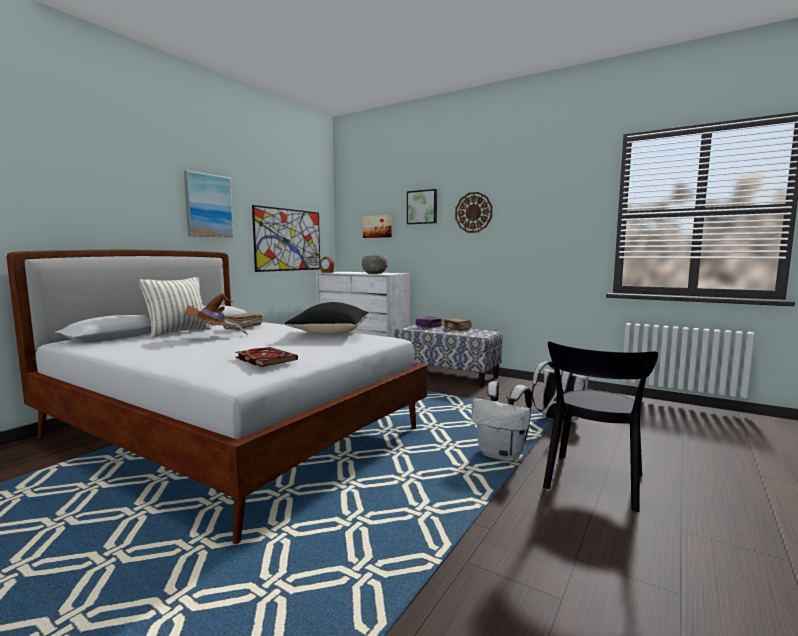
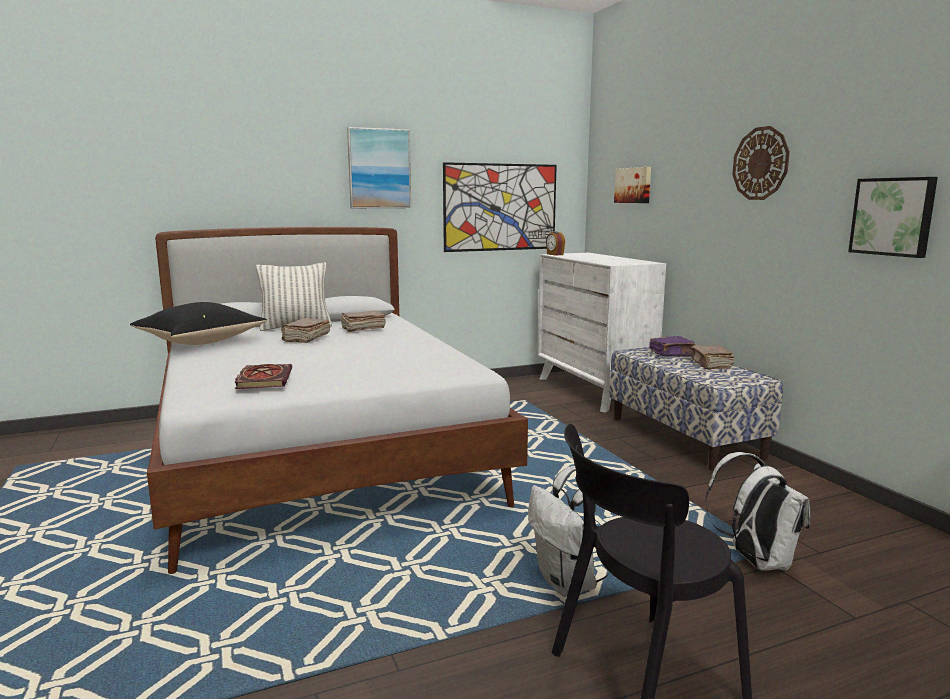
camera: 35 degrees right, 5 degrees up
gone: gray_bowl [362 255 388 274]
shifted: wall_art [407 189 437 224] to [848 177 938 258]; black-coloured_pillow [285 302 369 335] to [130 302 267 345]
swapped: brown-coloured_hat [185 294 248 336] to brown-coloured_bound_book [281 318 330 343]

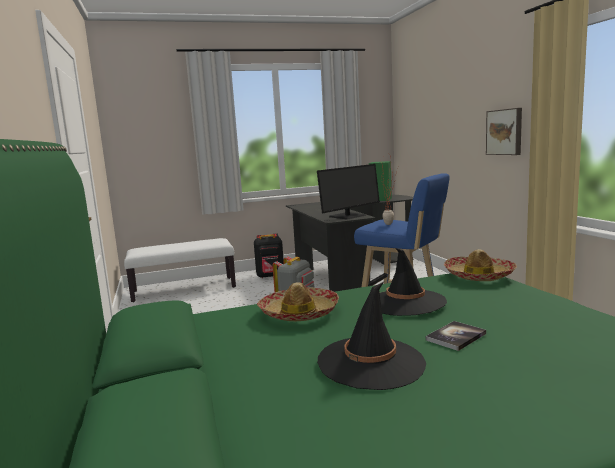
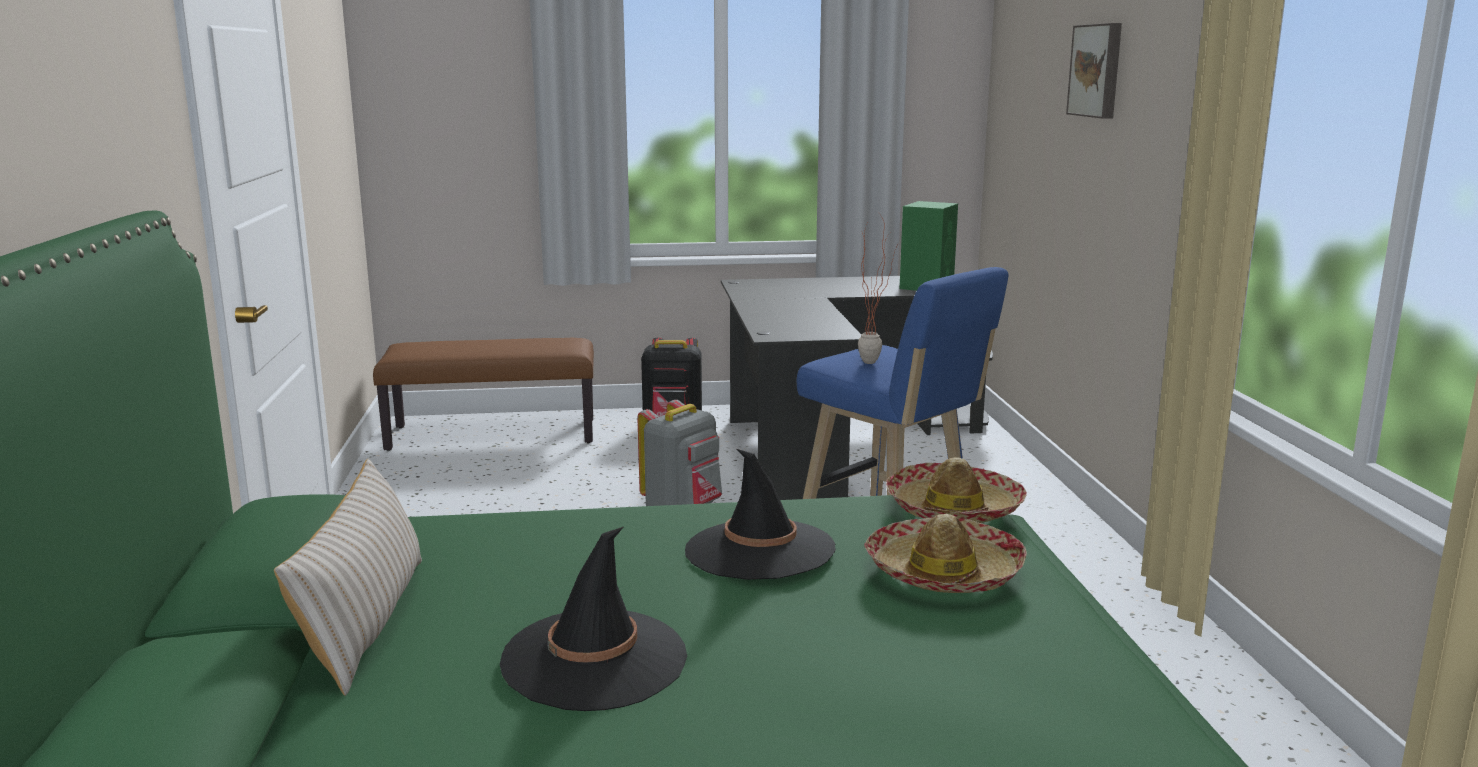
camera: 10 degrees right, 5 degrees up
gone: computer_display [317 164 380 220]; bound_book [426 321 486 351]
new: beige-coloured_pillow [274 459 422 696]
shifted: wall_art [486 108 522 155] to [1066 23 1122 119]; hat [257 282 339 321] to [864 514 1027 593]
repainted: white-coloured_long_seat [124 238 236 302] to brown-coloured_long_seat [373 338 594 451]

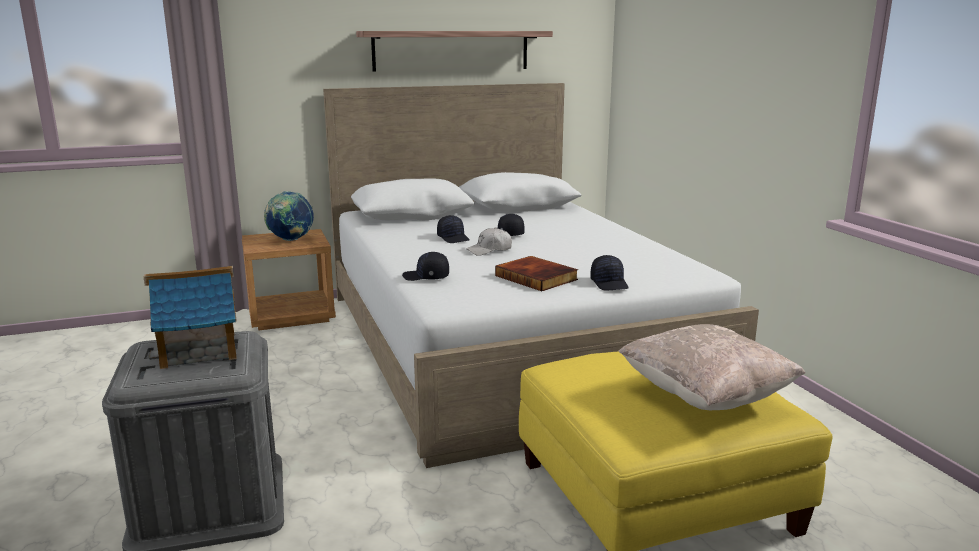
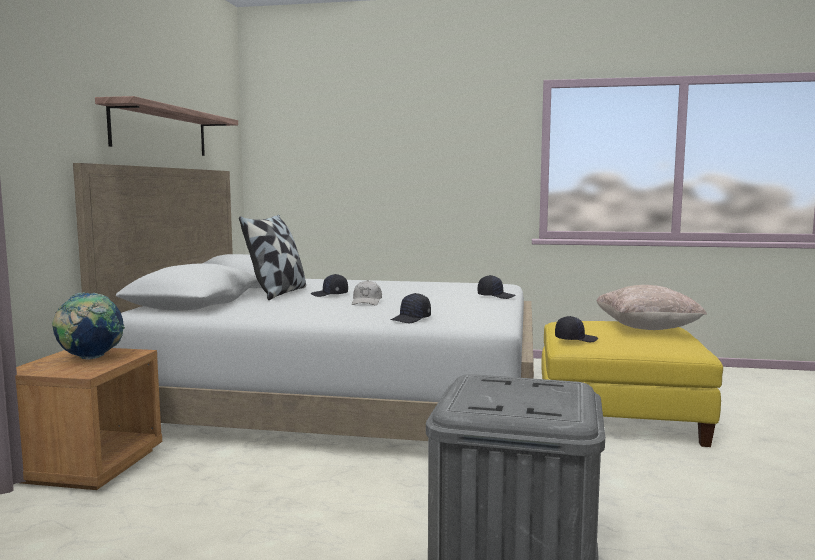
camera: 60 degrees left, 10 degrees down
gone: bound_book [495 256 578 291]; miniature_house [144 266 237 369]
new: pillow [239 214 306 300]
shifted: black-coloured_baseball_cap [437 215 470 243] to [555 316 598 342]

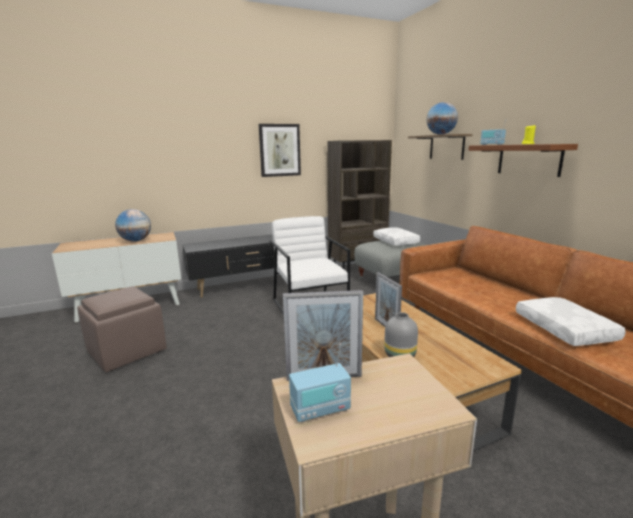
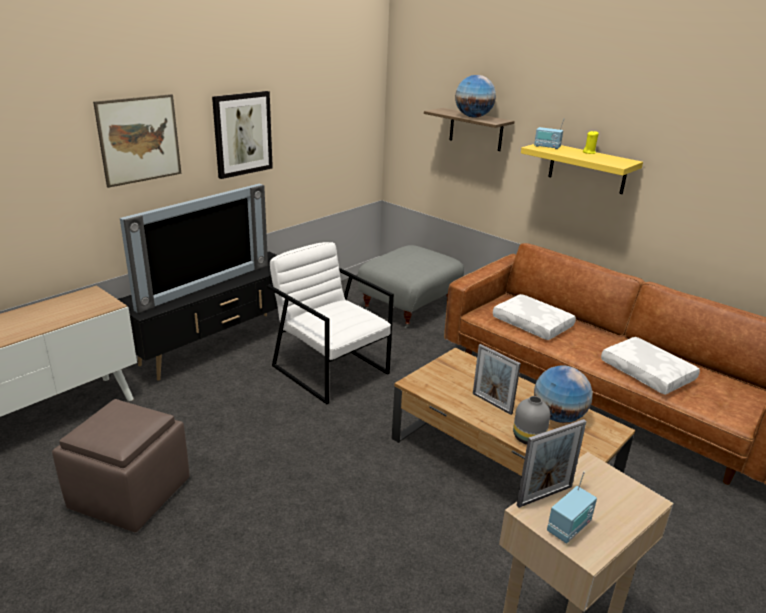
camera: 25 degrees left, 10 degrees up
gone: brown-coloured_bookshelf [327 140 392 270]
new: wall_art [93 94 181 188]; TV [120 184 268 313]
shifted: globe [115 209 151 242] to [534 365 593 423]; white-coloured_pillow [373 227 420 246] to [493 294 576 340]
repainted: brown-coloured_wall_shelf [468 144 578 177] to yellow_wall_shelf [521 144 643 194]

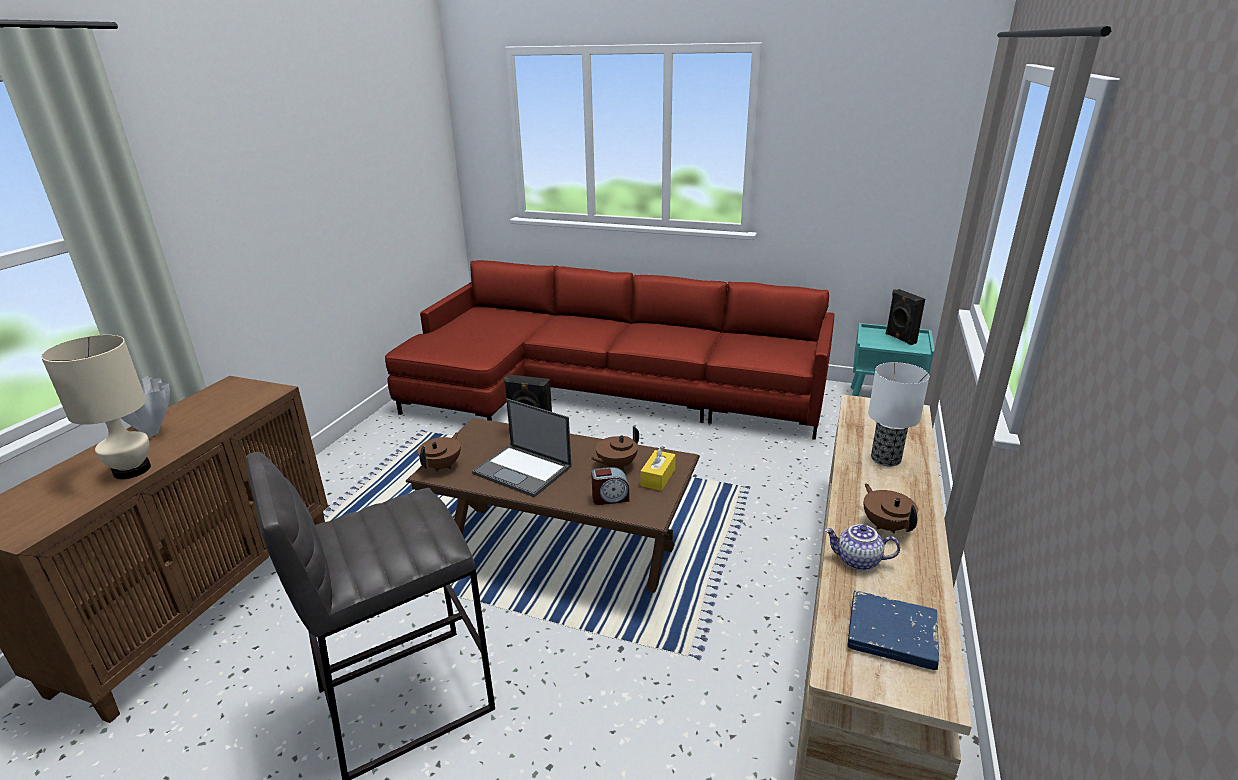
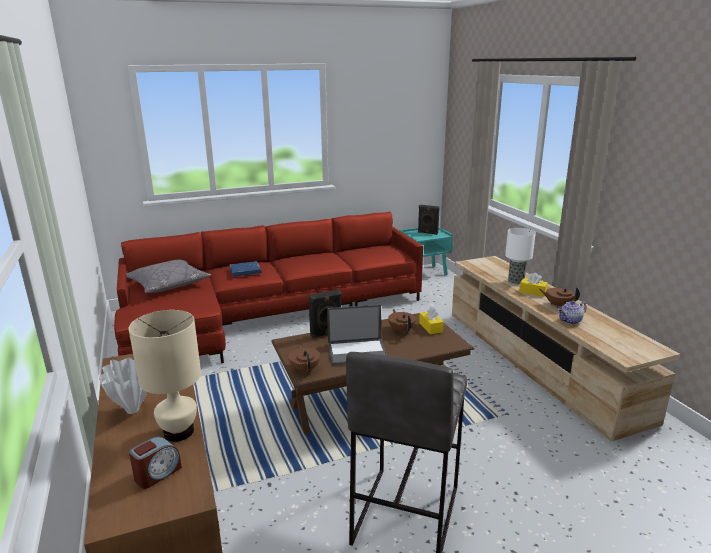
camera: 40 degrees left, 5 degrees down
new: gray_pillow [126 259 211 293]; yellow_tissue_holder [519 273 548 297]
shifted: table_clock [591 467 629 505] to [129 436 182 489]; bluish_bound_book [848 590 939 670] to [229 261 262 277]
rotated: brown-coloured_pot_for_tea [590 427 639 470] = [388 309 416 334] 150 degrees clockwise

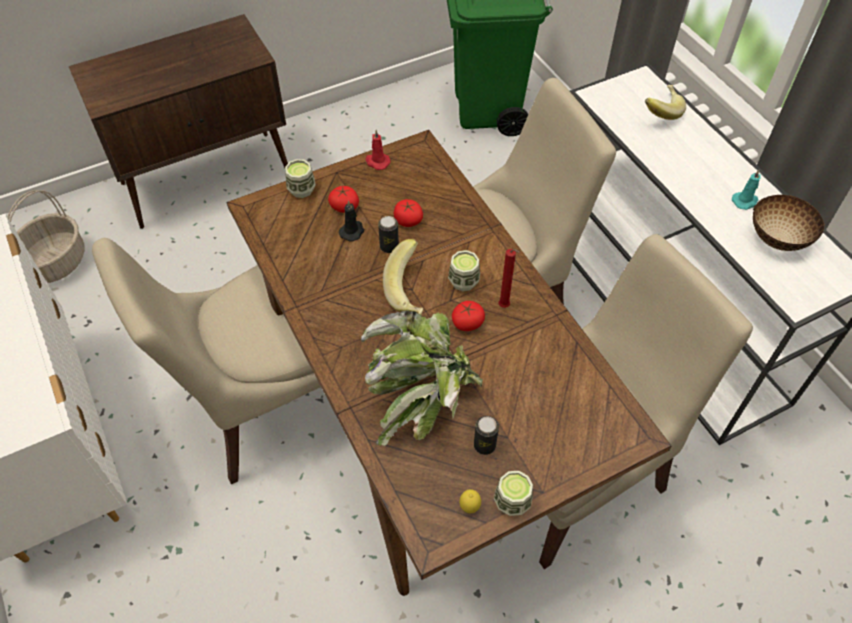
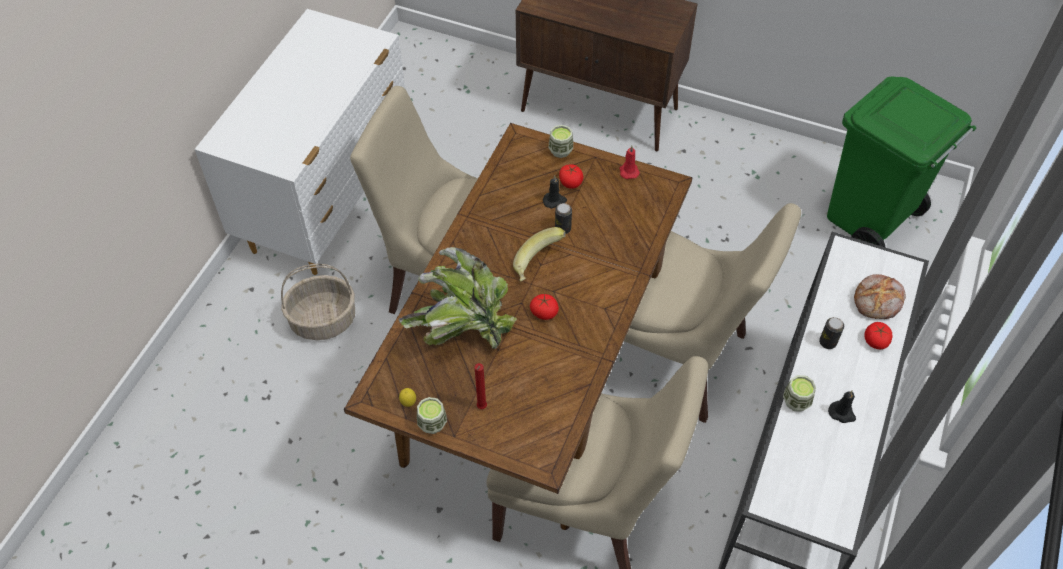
camera: 50 degrees right, 0 degrees up
gone: bowl [753 195 824 251]
shifted: basket [8 190 85 283] to [281 264 355 340]; whole_tomato [394 199 423 227] to [864 322 892 349]; red_wax_light [498 249 519 308] to [475 363 487 409]; drinking_cup [448 250 480 291] to [783 375 816 412]; can [474 416 499 455] to [819 317 844 349]
swapped: banana [645 85 686 120] to baked_bread [854 274 906 319]
repainted: blue-green_wax_light [732 170 761 210] to black-coloured_wax_light [828 390 856 423]

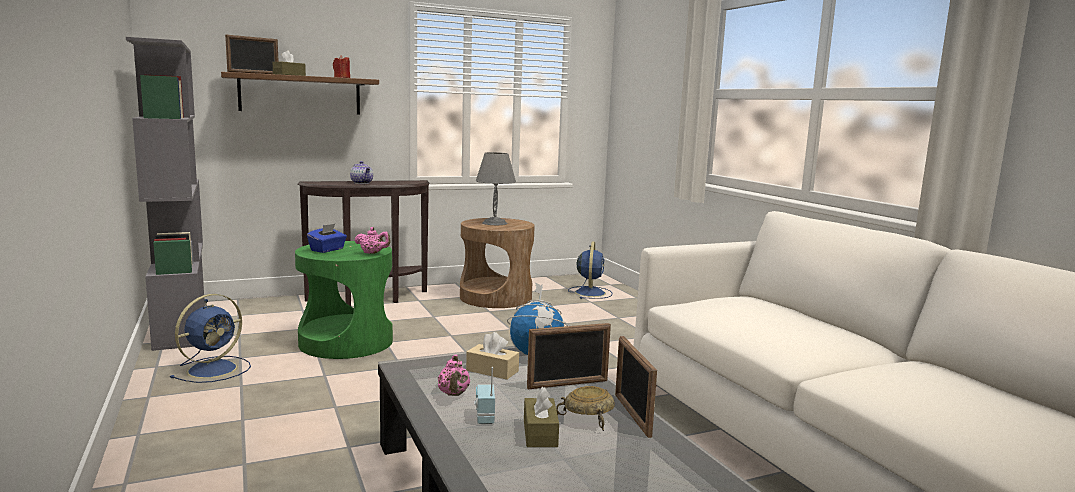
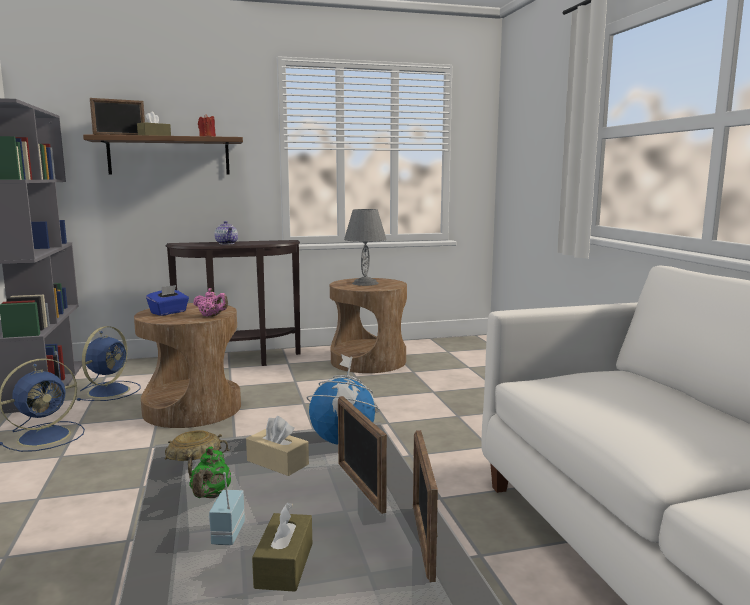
camera: 10 degrees right, 0 degrees up
shifted: bluish_electric_fan [568 242 612 299] to [76 326 140 401]; beige-coloured_bowl [556 386 615 431] to [165 430 230 478]
repainted: greenish_end_table [295 241 393 359] to brown-coloured_end_table [134 303 241 428]; pinkish_pot_for_tea [438 354 470 396] to greenish_pot_for_tea [189 447 231 498]
rotated: standing_frame [527 323 611 389] = [338 396 387 514] 75 degrees clockwise

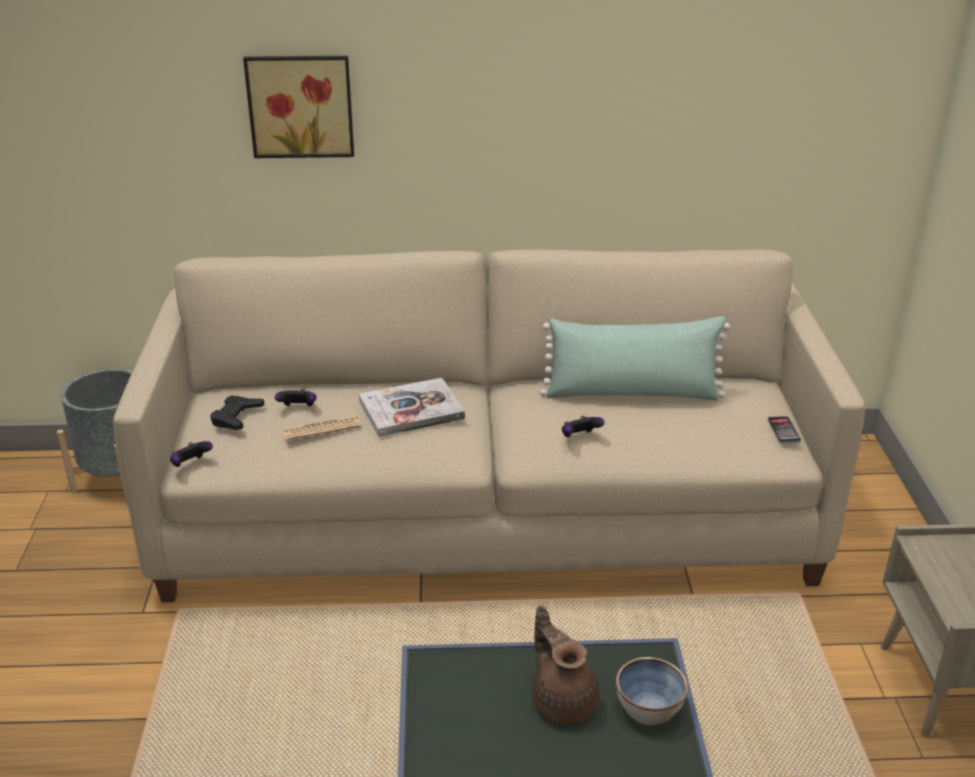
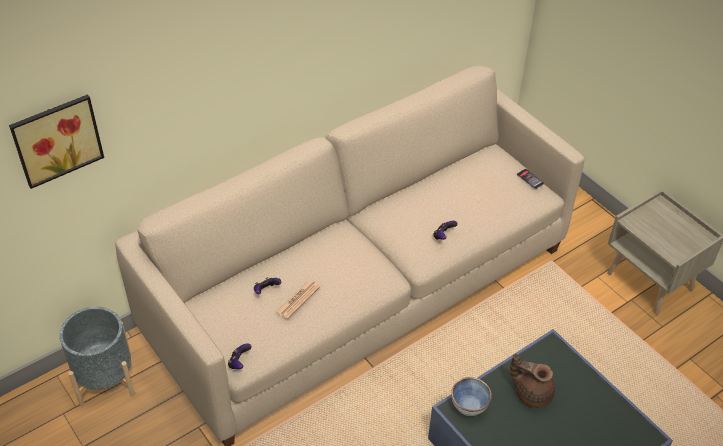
camera: 35 degrees left, 15 degrees up
gone: greenish_pillow [540 316 731 401]; bound_book [359 378 465 437]; black-coloured_game_controller [210 395 264 430]
shifted: wall_art [243 56 354 158] to [9 94 104 189]; bowl [616 657 688 725] to [451 377 492 416]

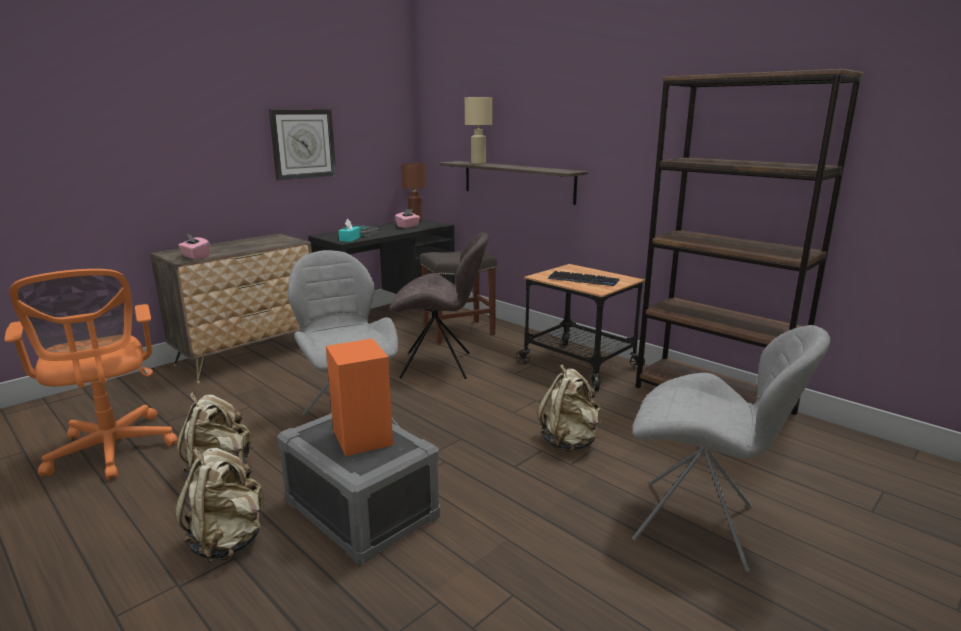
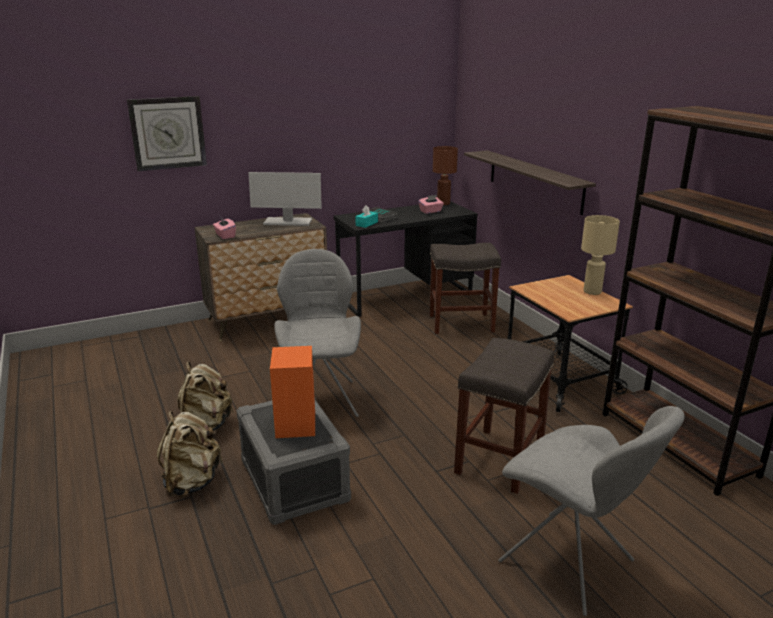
camera: 20 degrees right, 5 degrees up
gone: gray_chair [391 232 489 379]; orange-coloured_computer_chair [5 269 178 480]; keyboard [548 271 619 286]
new: computer_display [248 172 322 226]
shifted: beige-coloured_lamp_for_a_table [465 97 492 164] to [581 215 620 295]; wall_clock [269 109 336 180] to [127 96 207 171]
swapped: beige-coloured_rucksack [537 364 601 452] to gray_sitting_stool [454 338 554 494]

